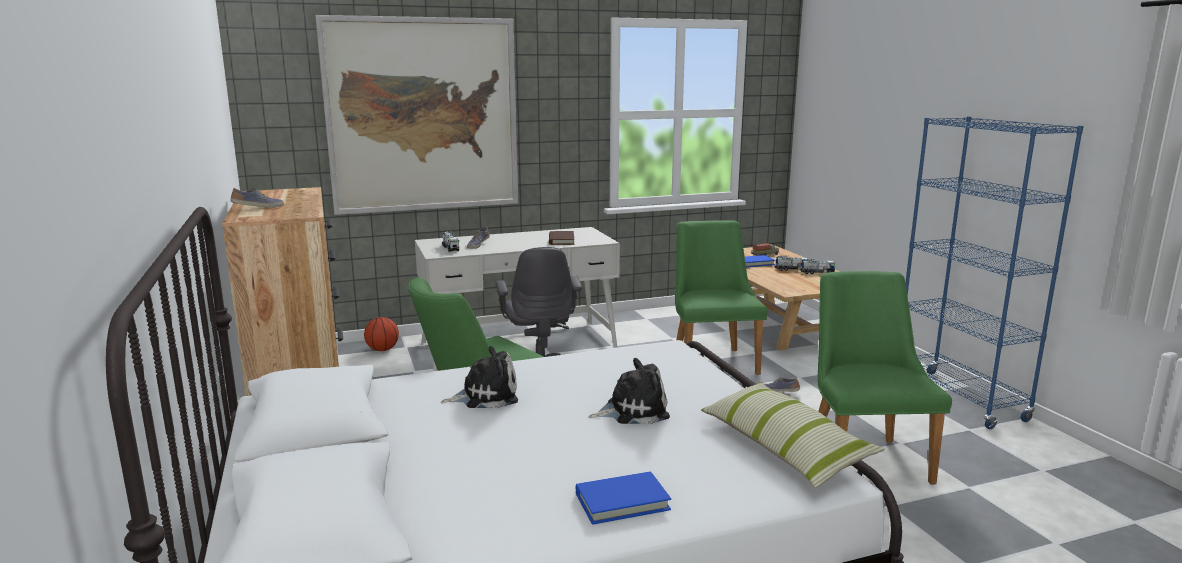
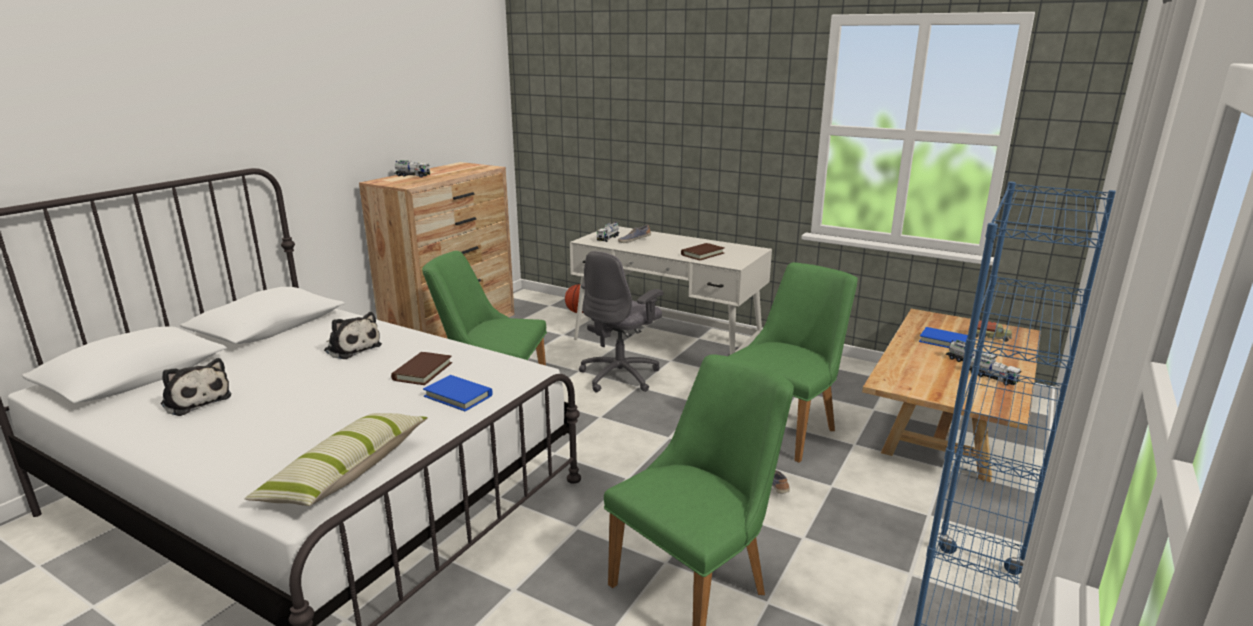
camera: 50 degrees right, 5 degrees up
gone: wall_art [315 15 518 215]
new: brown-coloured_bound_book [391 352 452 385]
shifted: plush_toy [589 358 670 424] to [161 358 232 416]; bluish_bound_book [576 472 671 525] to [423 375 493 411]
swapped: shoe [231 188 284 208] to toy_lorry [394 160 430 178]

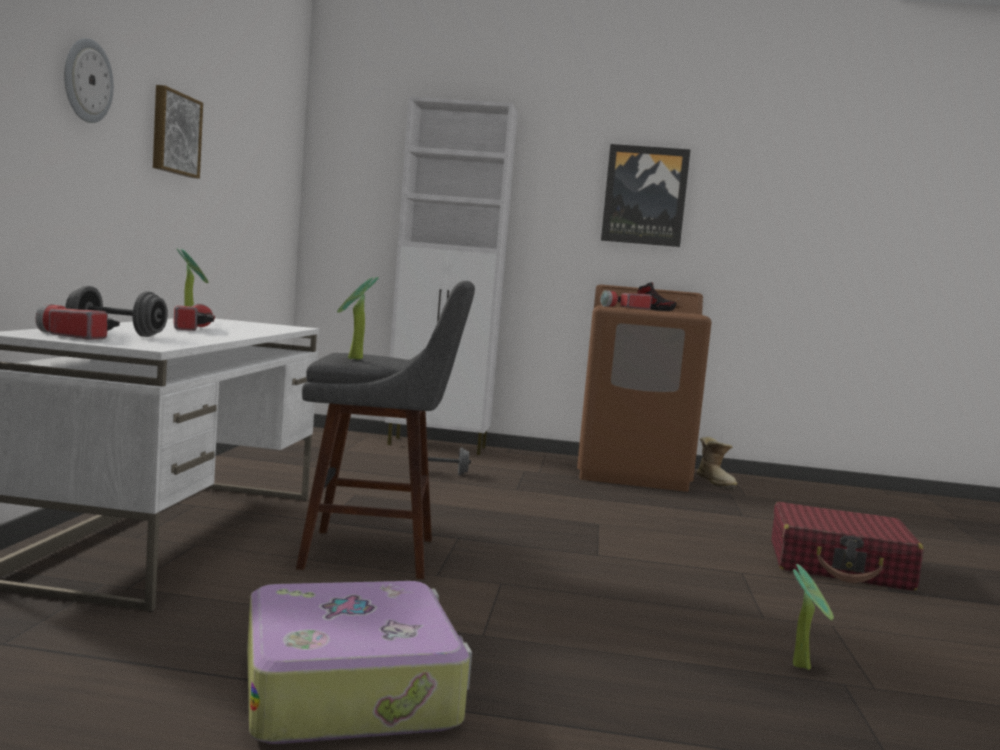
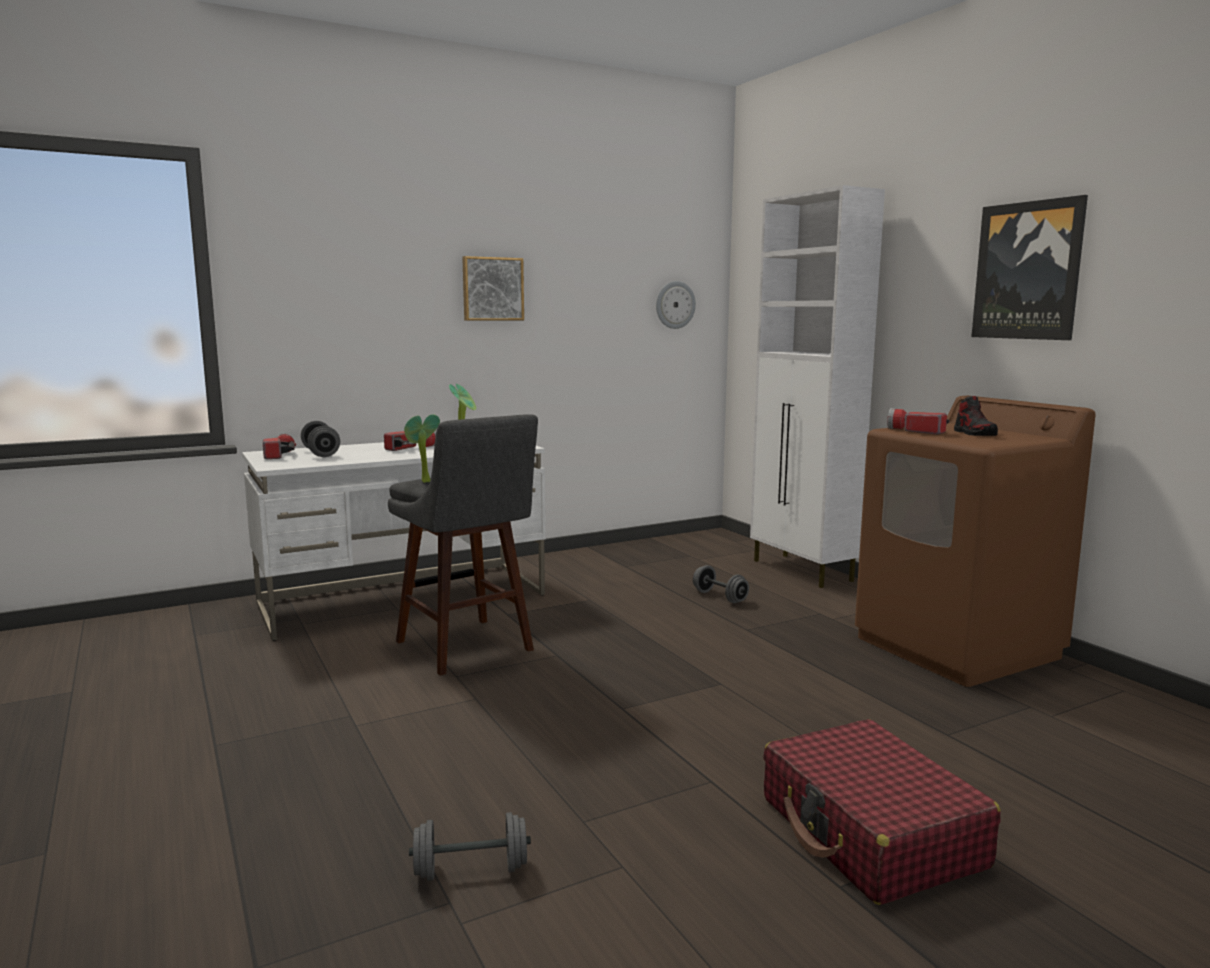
camera: 55 degrees right, 5 degrees up
gone: boot [697 437 738 489]; suitcase [247 581 472 744]
shifted: wall_clock [64 38 114 123] to [656 281 696 329]
swapped: houseplant [793 564 834 670] to gray_free_weight [409 812 531 881]

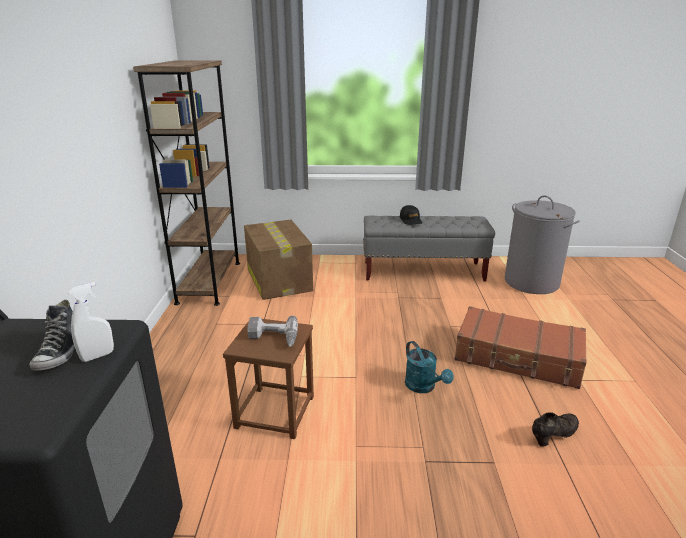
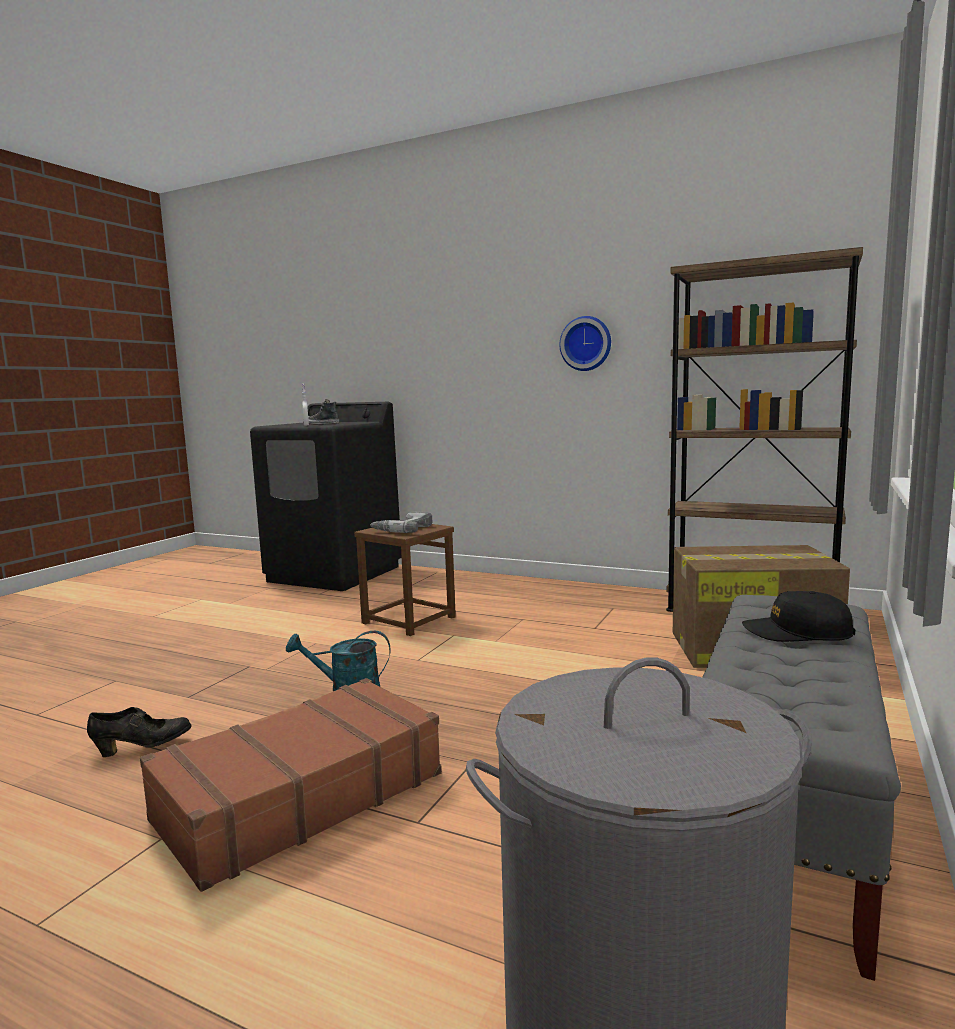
camera: 115 degrees right, 15 degrees down
new: wall_clock [560 316 611 371]
rotated: black-coloured_shoe [532 412 579 447] = [87 707 191 757] 105 degrees counterclockwise

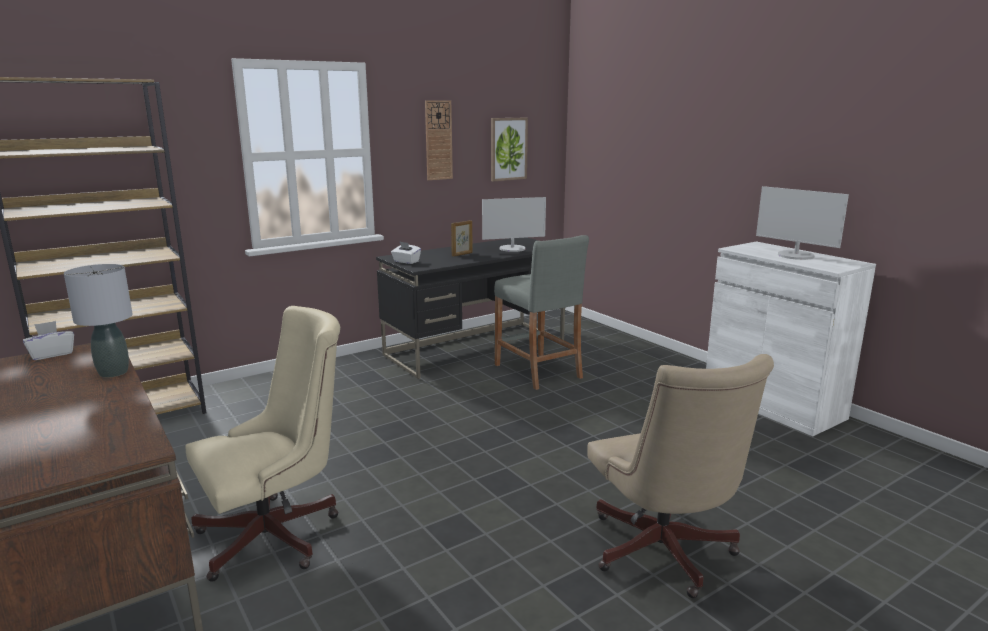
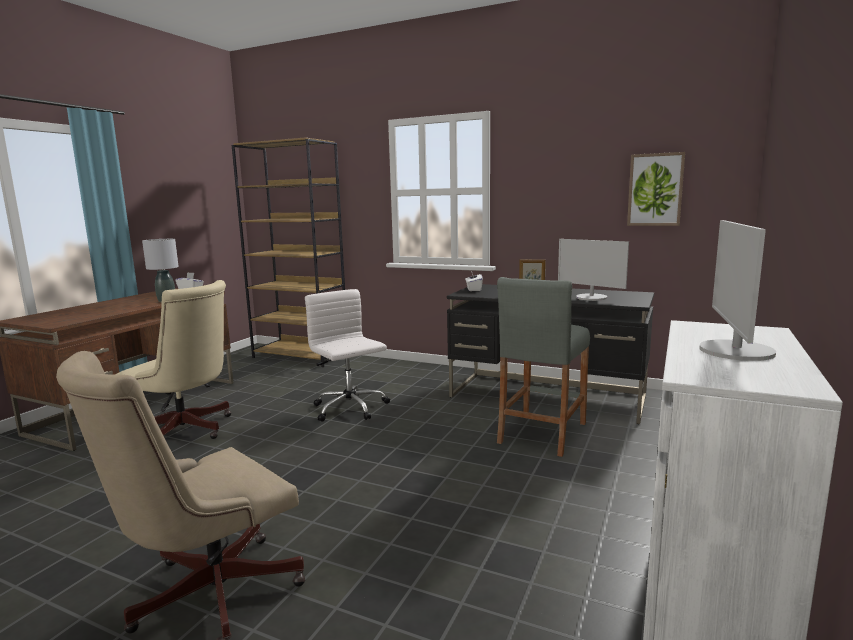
camera: 60 degrees right, 5 degrees down
gone: wall_clock [425 100 453 180]
new: white-coloured_computer_chair [305 289 390 422]

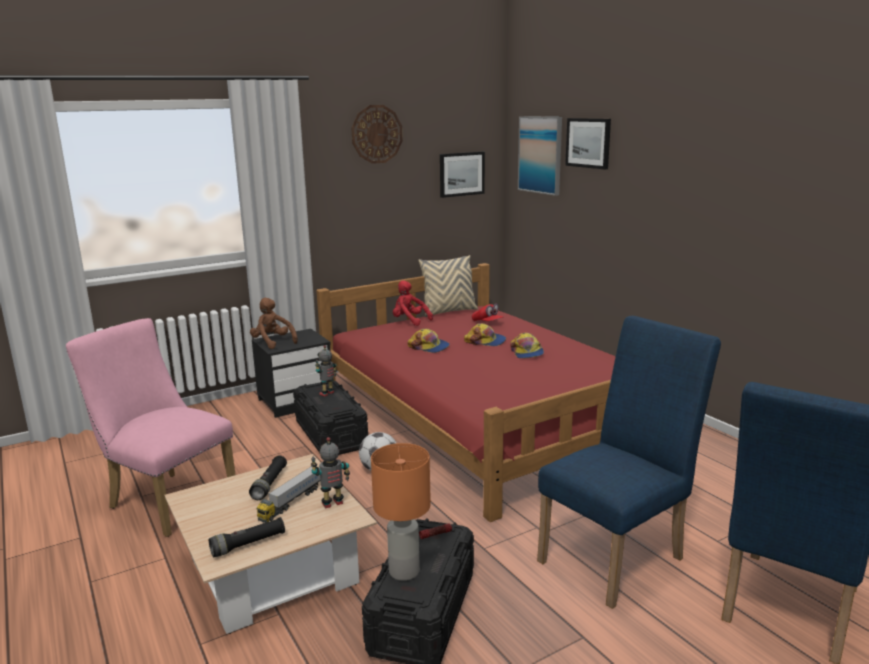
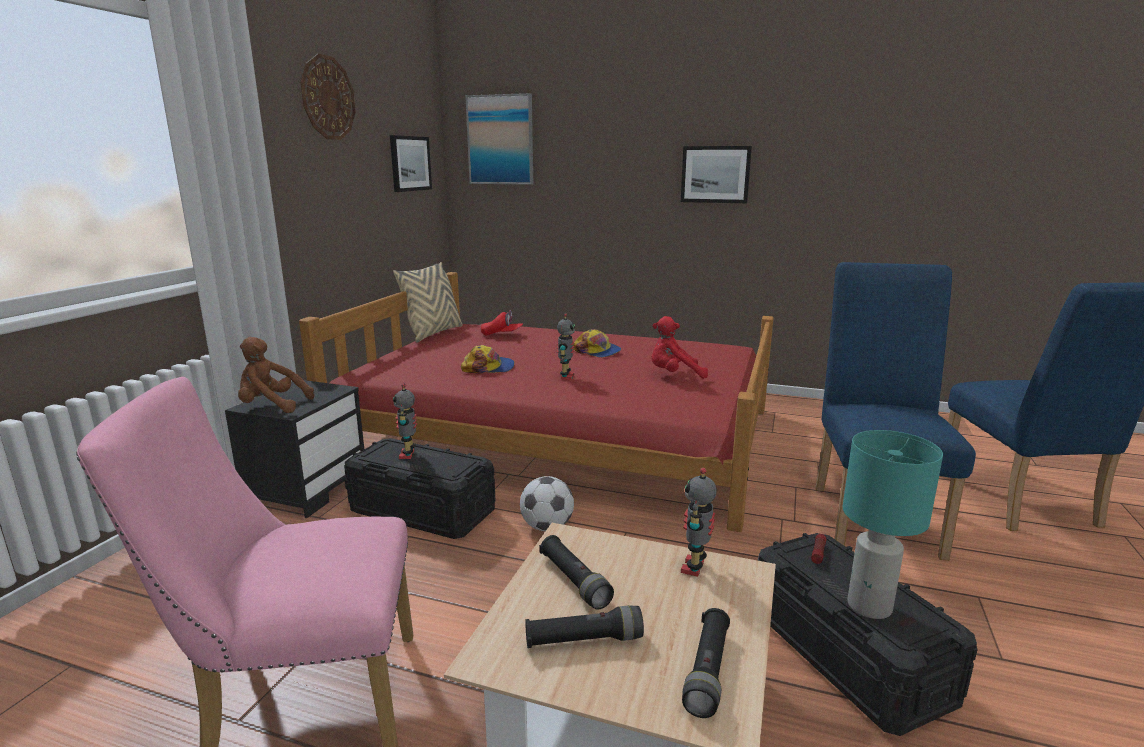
camera: 40 degrees left, 0 degrees up
gone: baseball_cap [464 323 506 346]; toy_lorry [256 466 320 523]
new: robot_figure [557 313 575 380]; black-coloured_flashlight [525 605 644 648]
shifted: wall_art [565 118 611 169] to [681 146 752 203]; red_plush_toy [393 281 433 326] to [651 316 708 379]
repainted: orange-coloured_lamp_for_a_table [371 443 431 581] to blue-green_lamp_for_a_table [843 430 943 619]

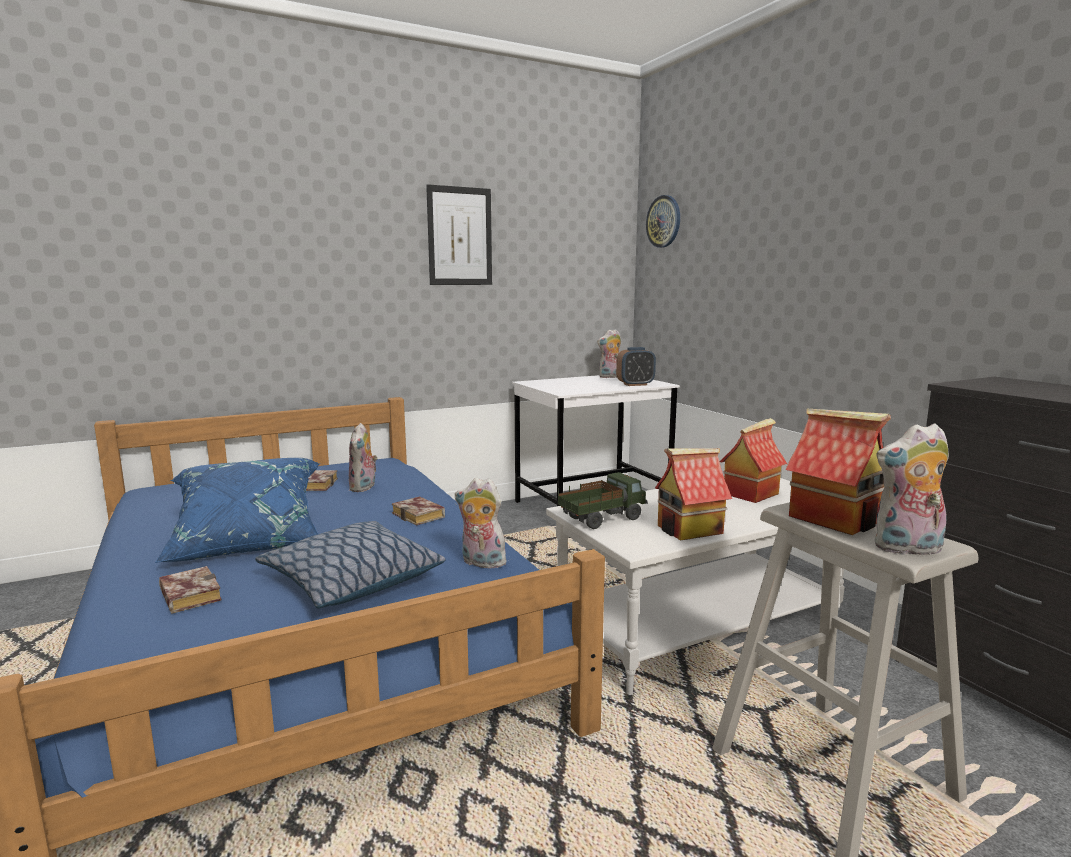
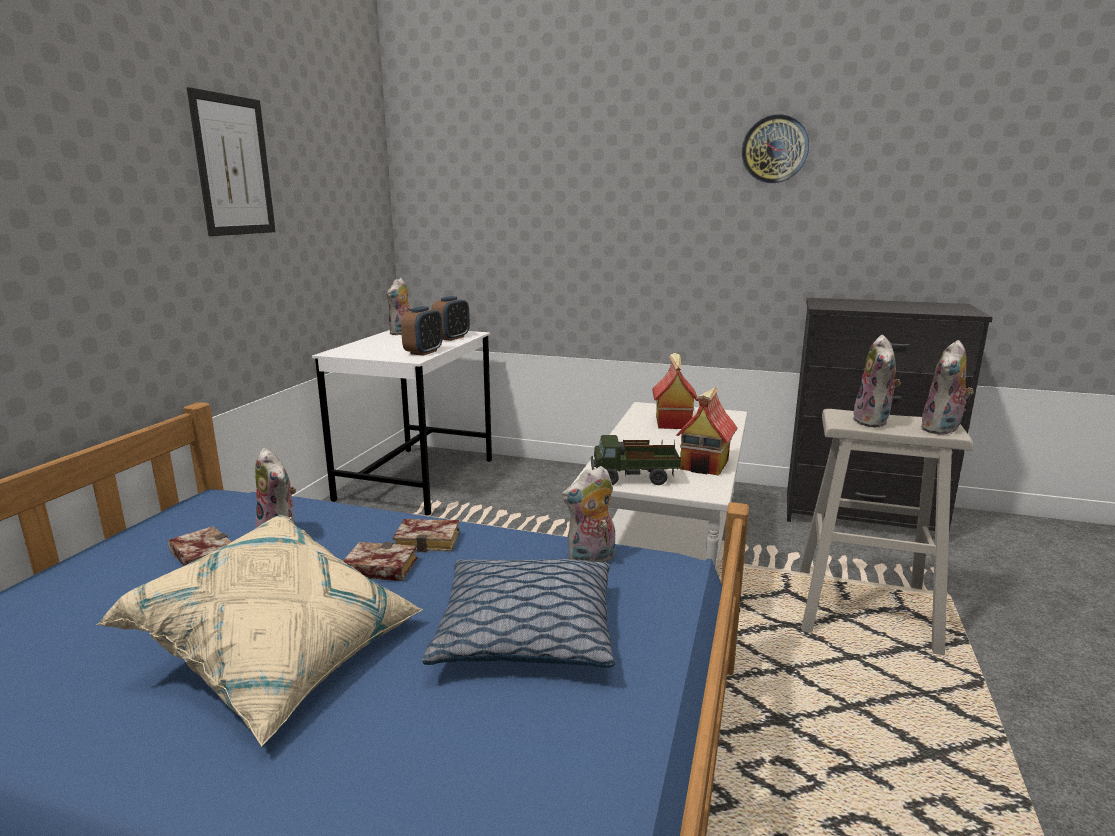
camera: 45 degrees left, 5 degrees up
new: table_clock [401 306 443 356]
shifted: wall_clock [646 195 680 248] to [742 114 809 183]; bound_book [159 566 222 614] to [343 542 417 581]
swapped: miniature_house [785 409 891 535] to plush_toy [853 335 901 428]
repainted: bluish_pillow [155 458 321 563] to beige-coloured_pillow [96 515 423 747]
rotated: toy_lorry [558 472 648 529] = [591 435 681 485] 105 degrees counterclockwise

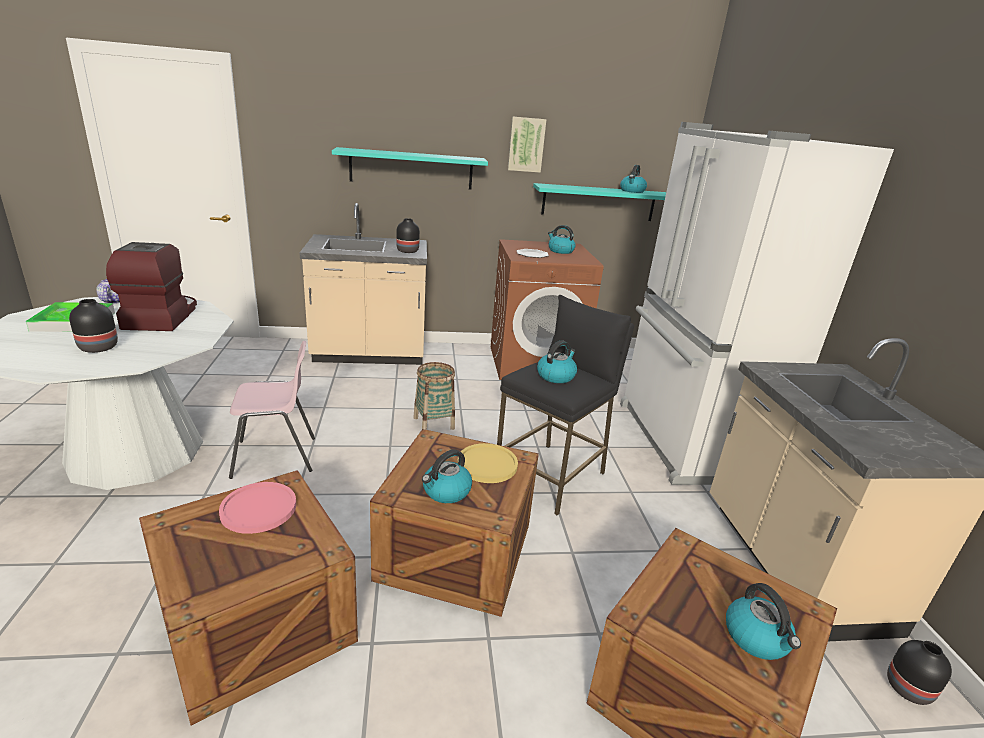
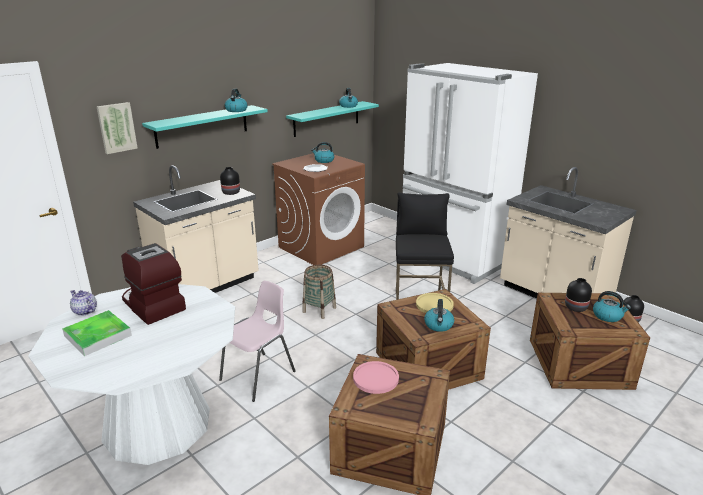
camera: 35 degrees left, 0 degrees up
shifted: wall_art [508 116 547 173] to [96 102 138 154]; black-coloured_vase [69 299 118 353] to [565 278 592 312]; tea_kettle [537 340 577 383] to [225 88 248 112]

